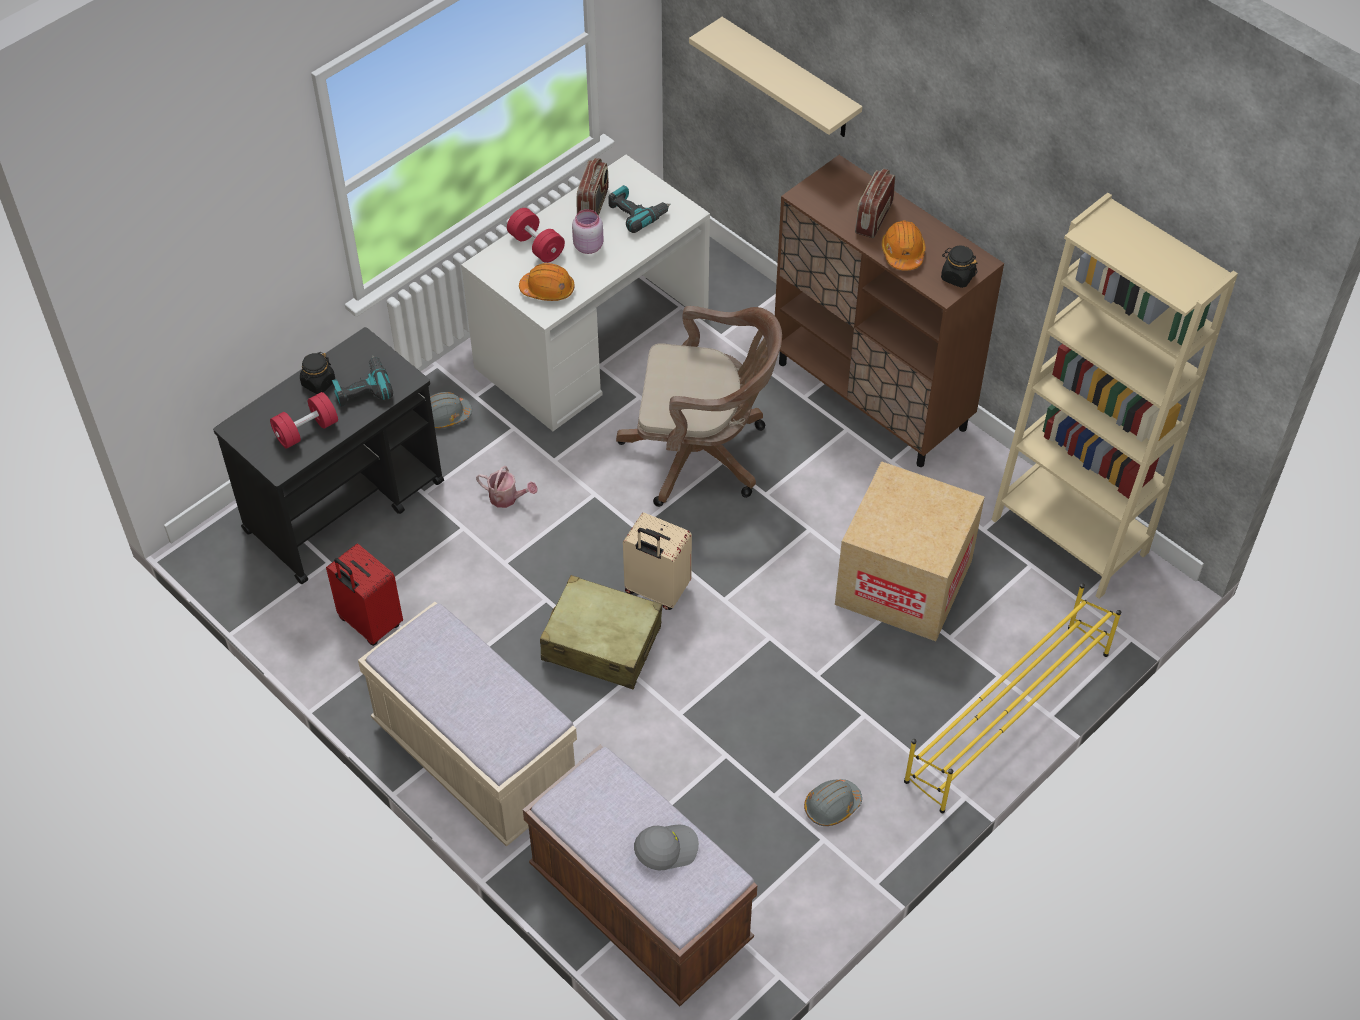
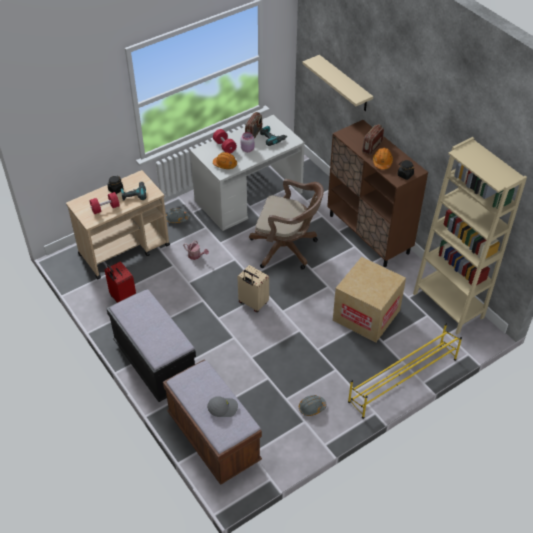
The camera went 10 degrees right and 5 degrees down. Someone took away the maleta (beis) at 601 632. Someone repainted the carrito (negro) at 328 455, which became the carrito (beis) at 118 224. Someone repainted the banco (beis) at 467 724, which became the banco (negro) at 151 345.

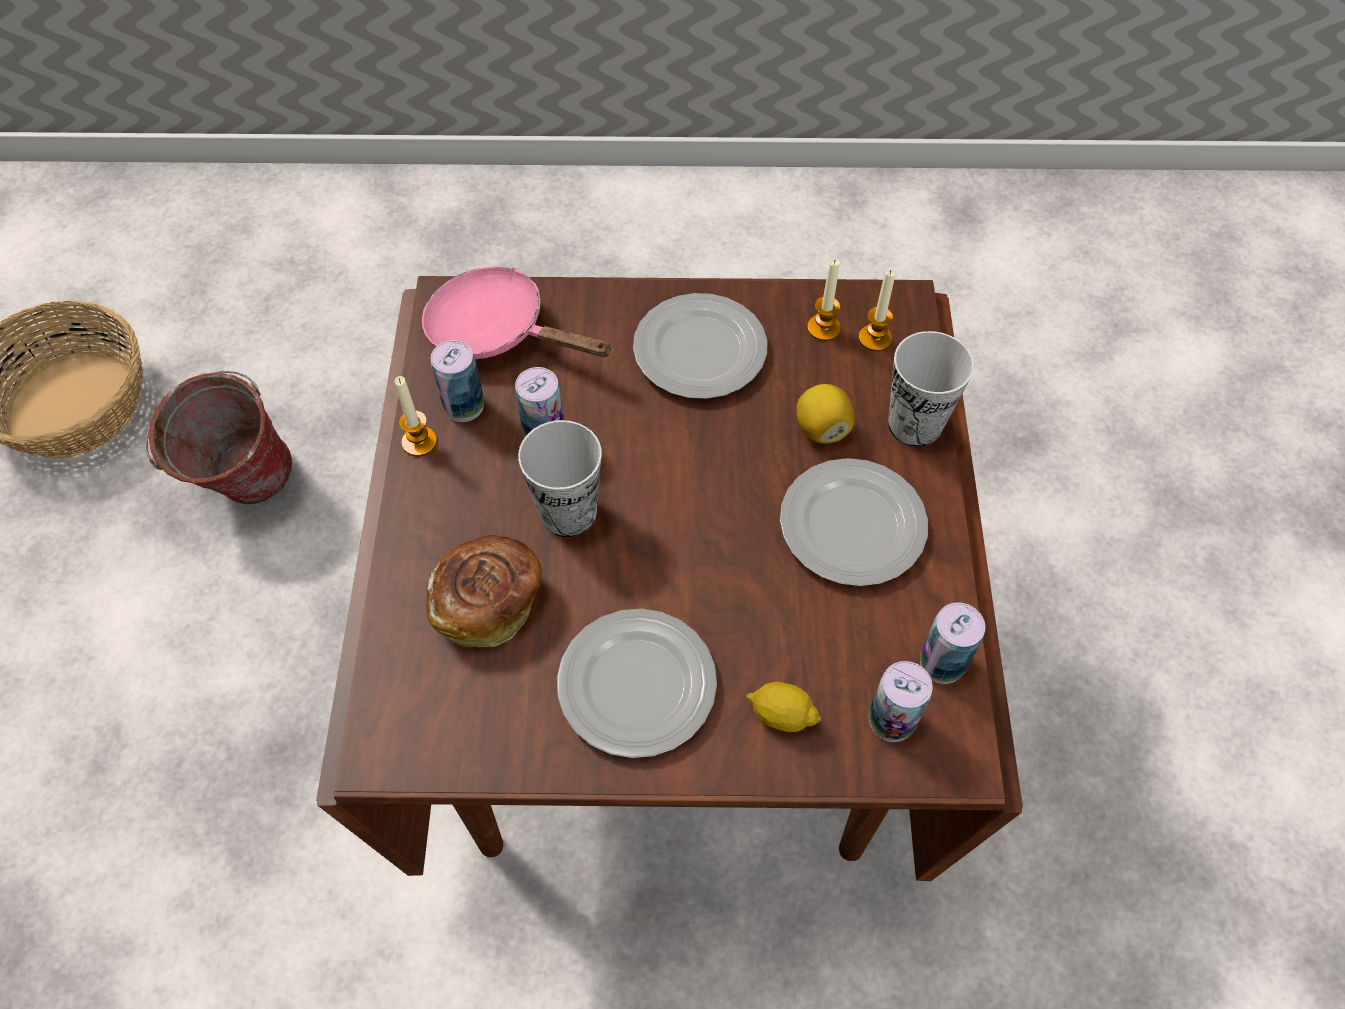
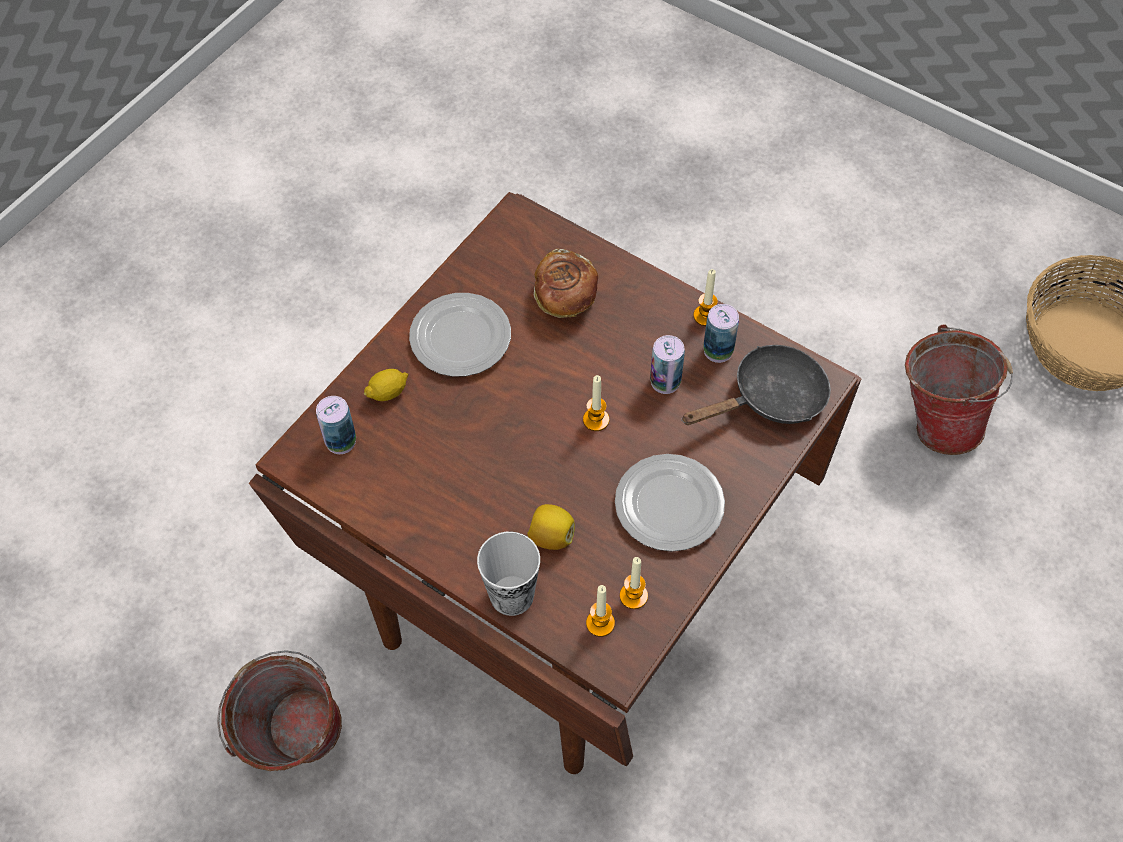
The camera went 125 degrees right and 0 degrees up. Someone took away the taza at 560 478. Someone took away the plato at 854 522. Someone took away the lata at 952 643. Someone put down the cubo at 279 710. Someone put down the vela at 596 403. Someone repainted the sartén (rosa) at 517 313, which became the sartén (negro) at 756 385.

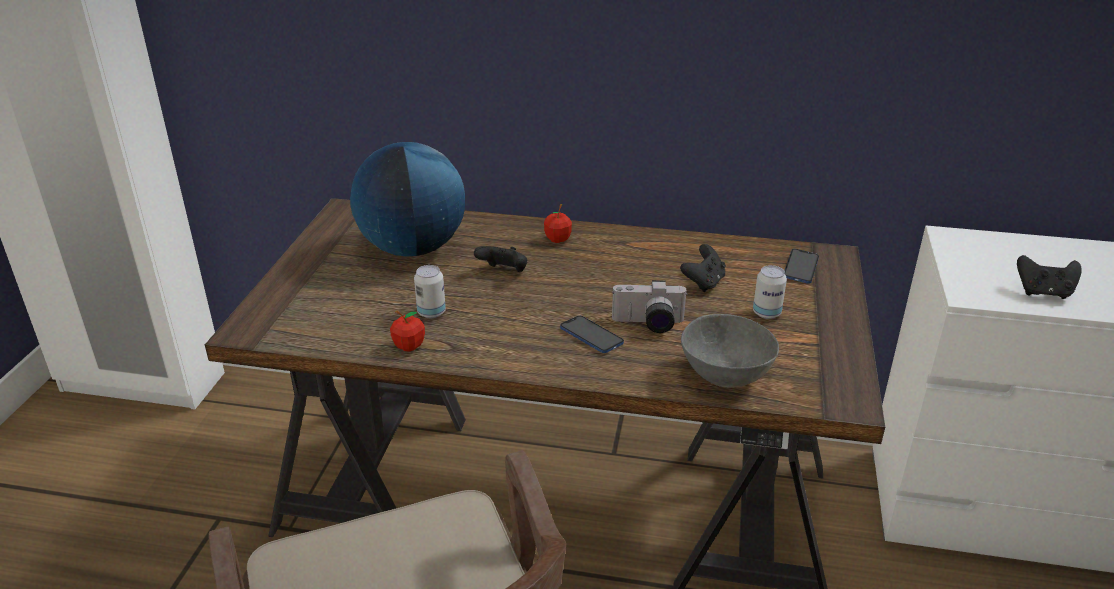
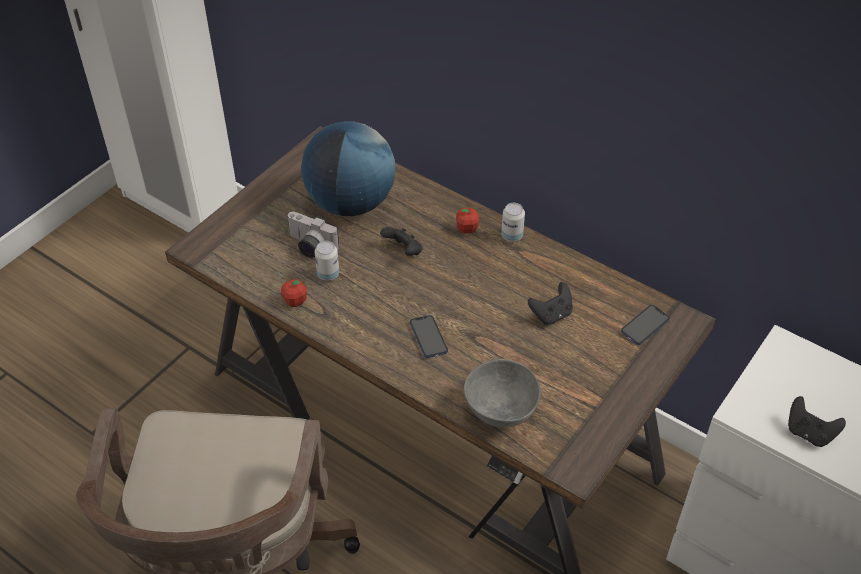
The camera went 25 degrees right and 15 degrees up. Someone carried the cámara from 650 306 to 313 235. Someone carried the lata from 770 292 to 513 222.

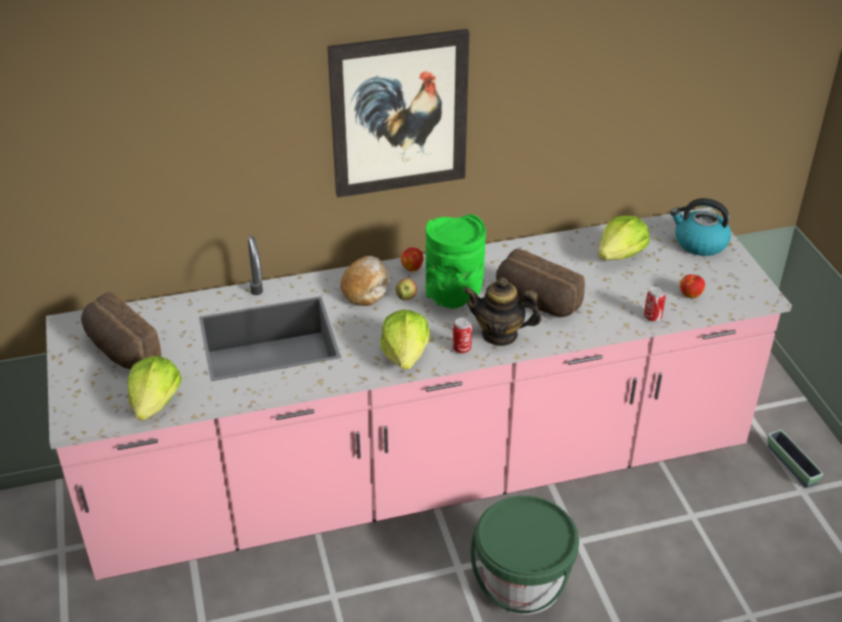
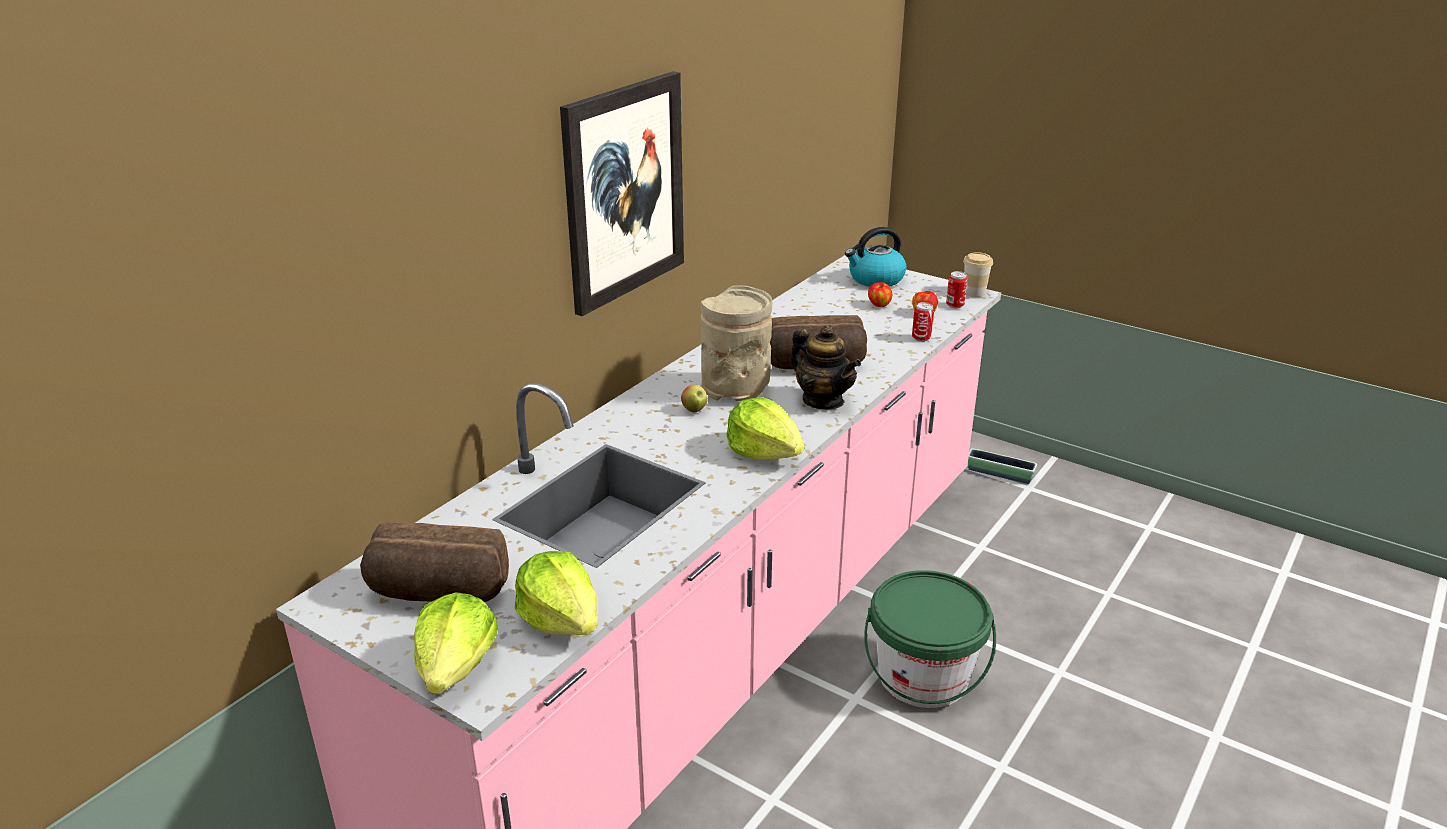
The camera went 40 degrees left and 10 degrees down. Someone took away the pan at 364 281. Someone put down the taza at 978 274. Someone carried the manzana from 412 259 to 880 294. Someone carried the lata from 462 335 to 956 290. Someone carried the lechuga from 623 237 to 456 643. Someone repainted the florero (verde) at 456 261, which became the florero (beis) at 736 343. Someone rotated the tetera at 502 311 by 105 degrees counterclockwise.

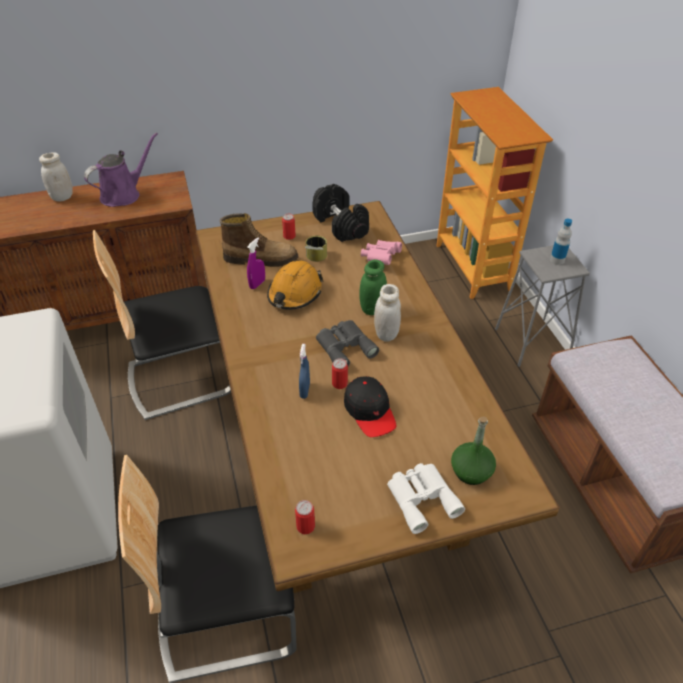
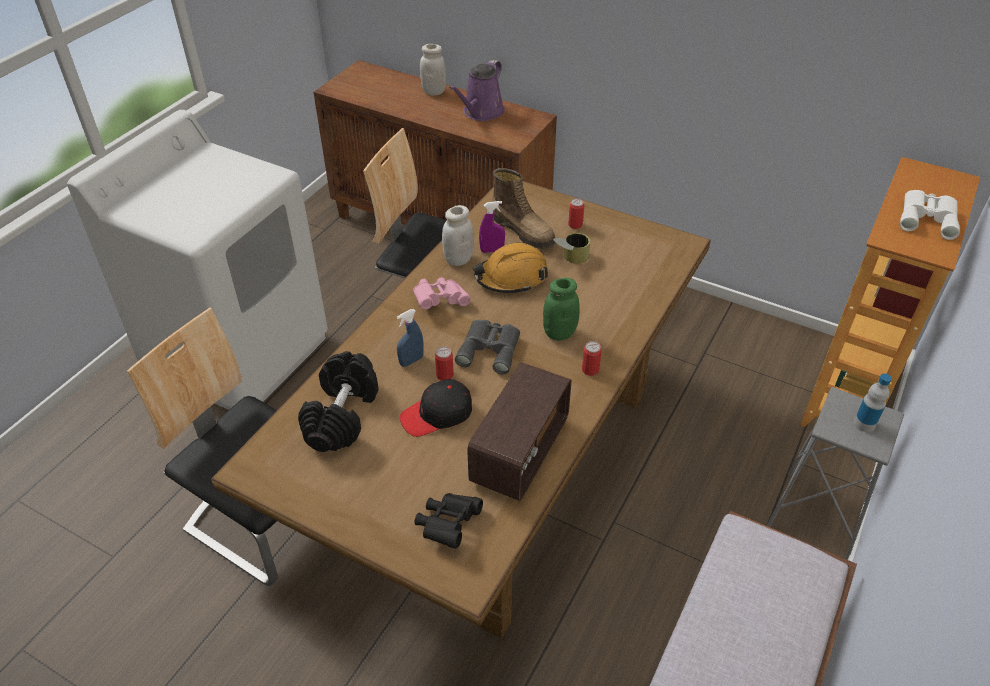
The camera went 45 degrees right and 0 degrees up. Someone put down the radio at 519 431. Someone carried the lata from 305 517 to 592 358. Someone carried the mancuerna (negro) from 340 213 to 338 401. Someone carried the prismáticos (rosa) from 381 252 to 442 293. Someone carried the tarro (blanco) from 387 313 to 458 235. Someone carried the prismáticos (blanco) from 426 498 to 930 215. Someone swapped the botella (verde) at 473 450 for the prismáticos (negro) at 449 521. Someone rotated the regadera (morado) at 121 169 by 120 degrees clockwise. Someone rotated the gorra (negro) at 370 406 by 45 degrees clockwise.

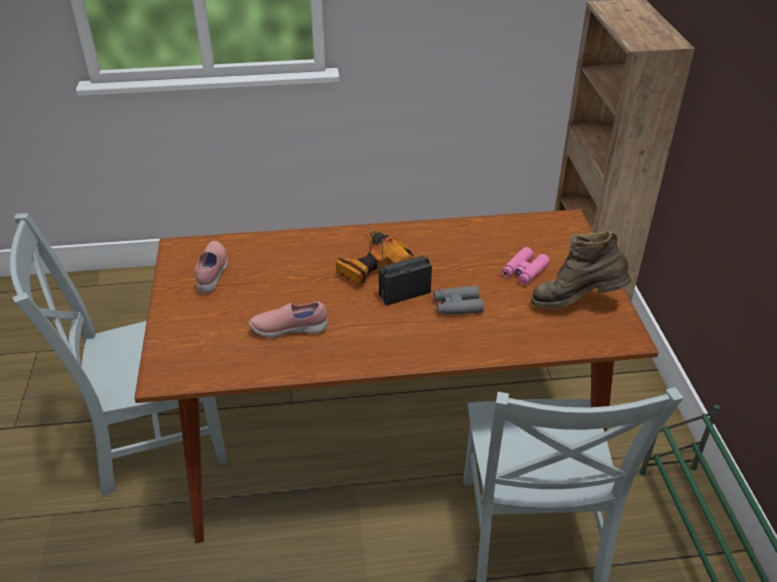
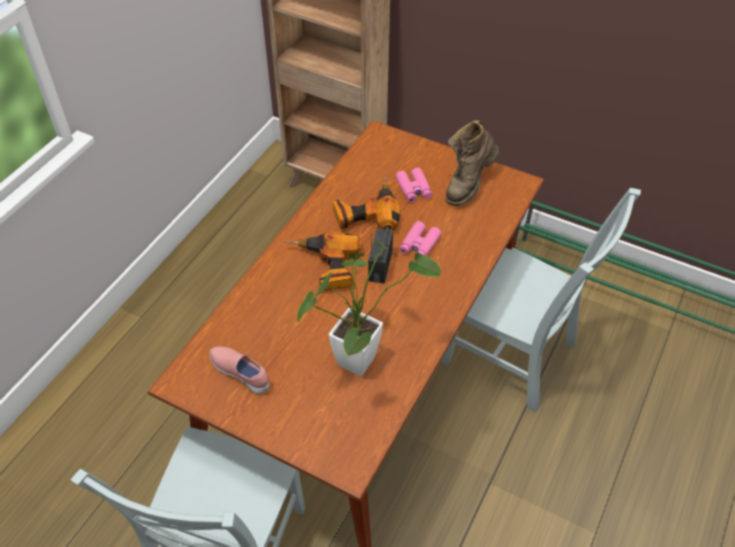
The camera went 55 degrees left and 10 degrees up. Someone put down the taladro at 366 204. Someone swapped the zapato (rosa) at 288 319 for the planta en maceta at 368 308. Someone repainted the prismáticos (gris) at 458 300, which became the prismáticos (rosa) at 420 238.

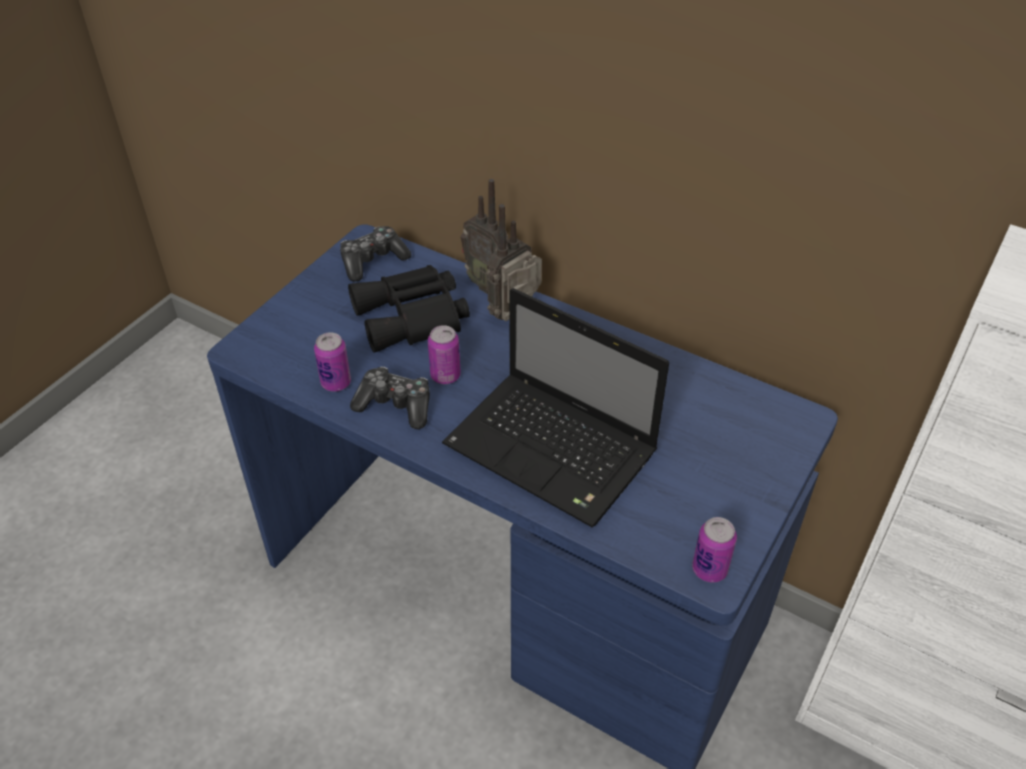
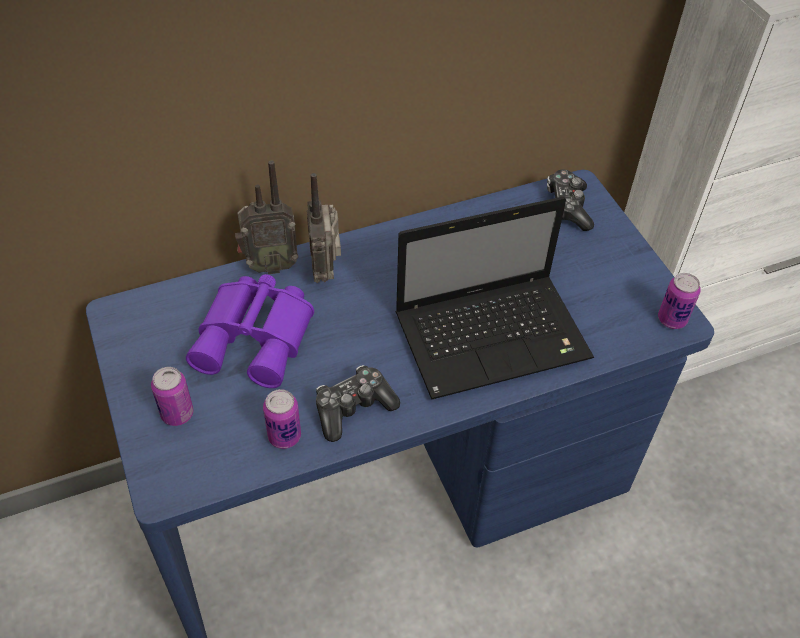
The camera went 55 degrees left and 5 degrees up. Someone carried the mando de consola from 375 254 to 570 200. Someone carried the lata from 444 354 to 172 396. Someone repainted the prismáticos (negro) at 409 309, which became the prismáticos (morado) at 250 331.

